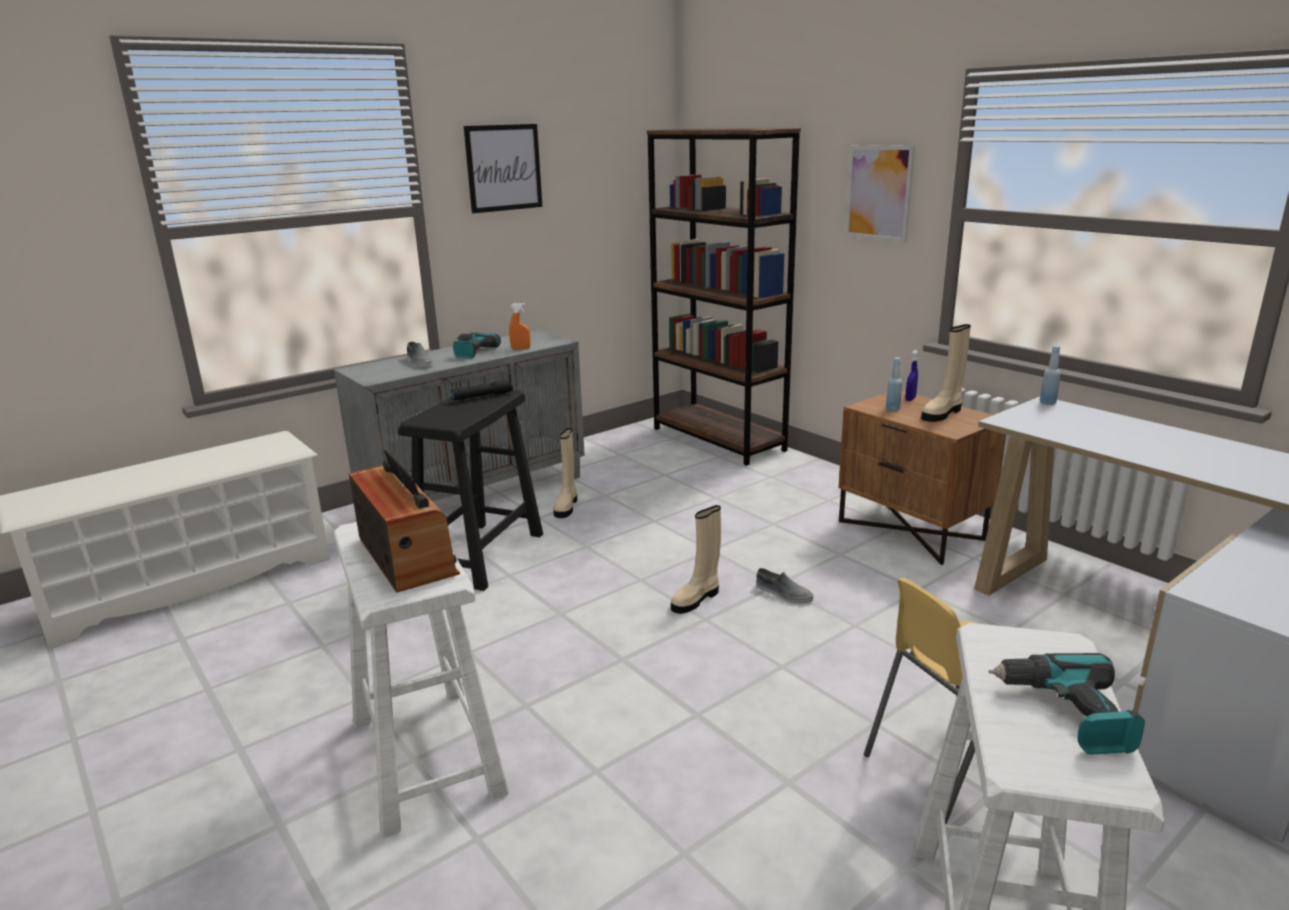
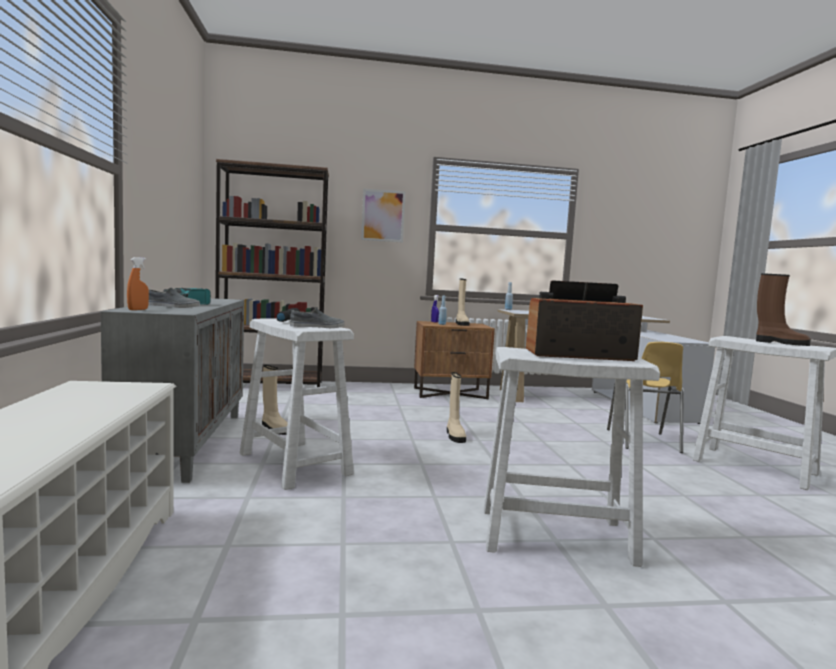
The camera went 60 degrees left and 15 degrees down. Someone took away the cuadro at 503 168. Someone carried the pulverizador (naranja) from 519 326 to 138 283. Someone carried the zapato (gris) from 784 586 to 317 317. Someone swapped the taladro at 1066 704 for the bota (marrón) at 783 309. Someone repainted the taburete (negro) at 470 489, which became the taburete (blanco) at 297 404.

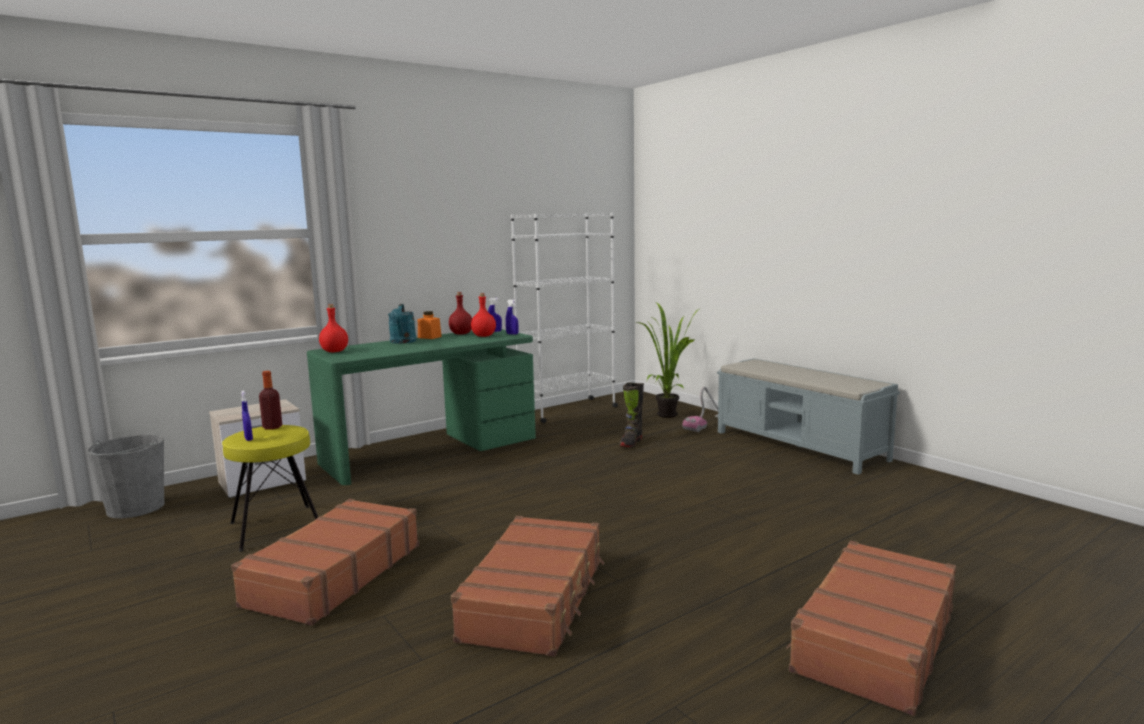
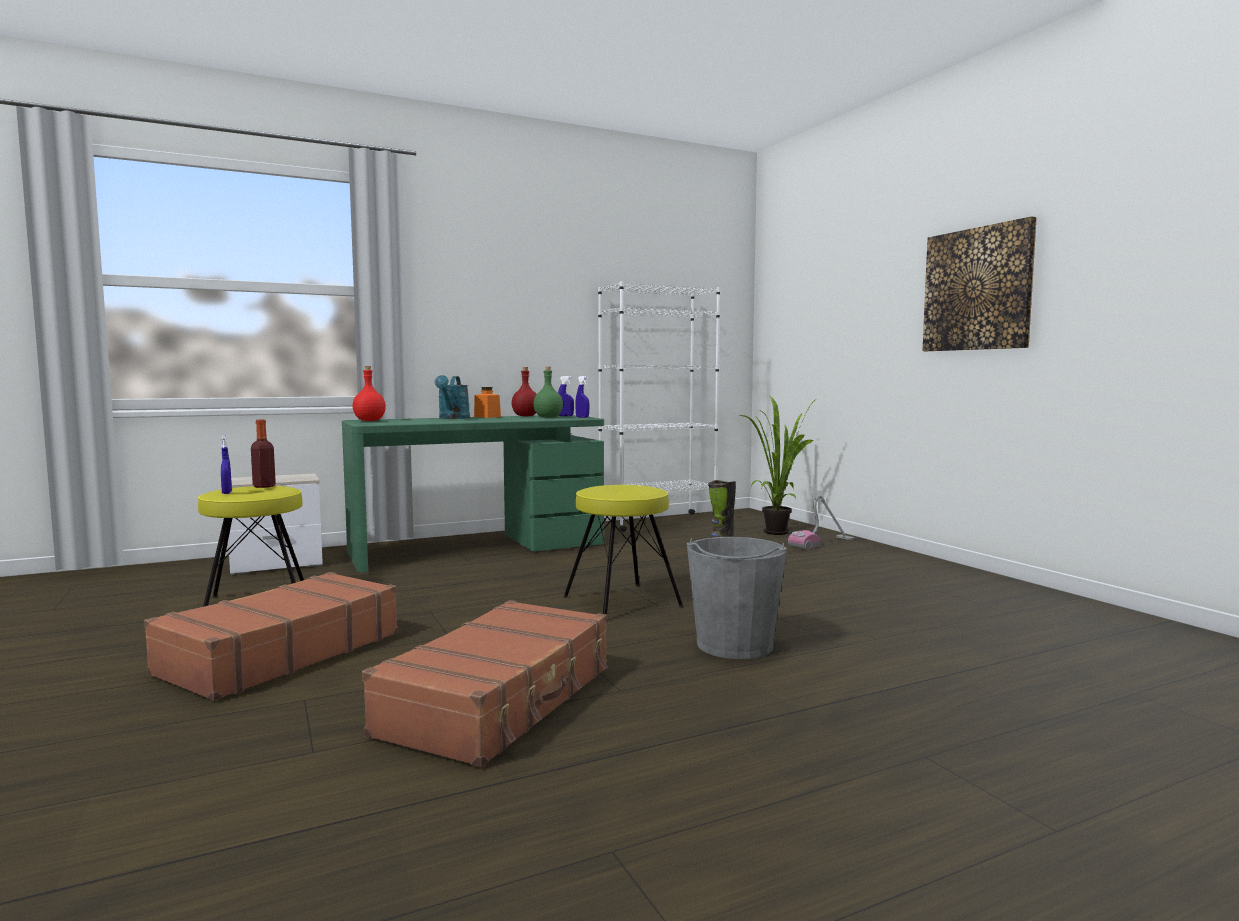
The camera went 10 degrees right and 5 degrees down. Someone took away the banco (gris) at 808 416. Someone took away the maleta (marrón) at 871 628. Someone put down the taburete (amarillo) at 623 550. Someone put up the cuadro at 979 283. Someone carried the cubo (gris) from 126 476 to 737 598. Someone repainted the botella (rojo) at 483 315, which became the botella (verde) at 548 392.

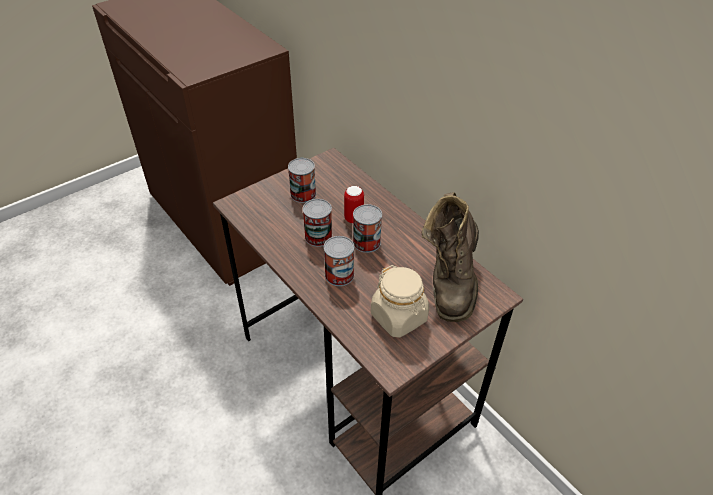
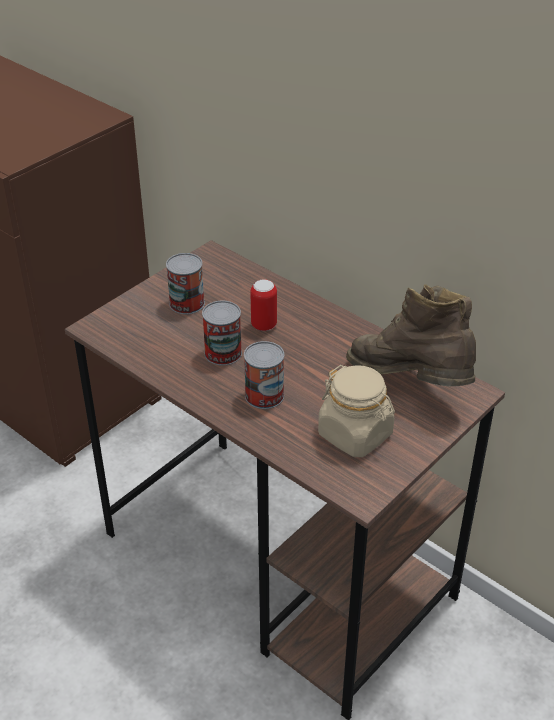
The camera went 10 degrees left and 5 degrees down. Someone took away the lata at 367 228. Someone rotated the bota (marrón) at 450 257 by 135 degrees clockwise.

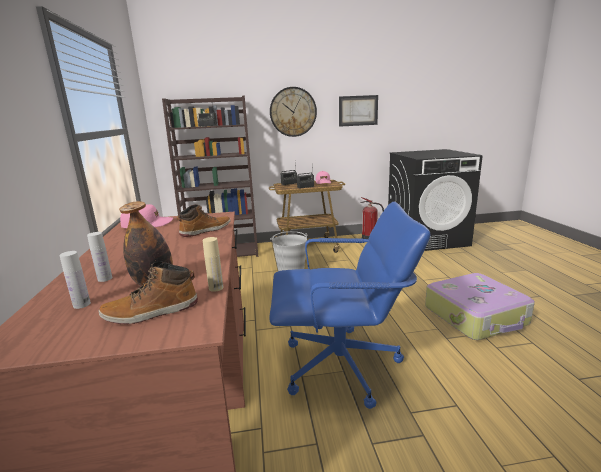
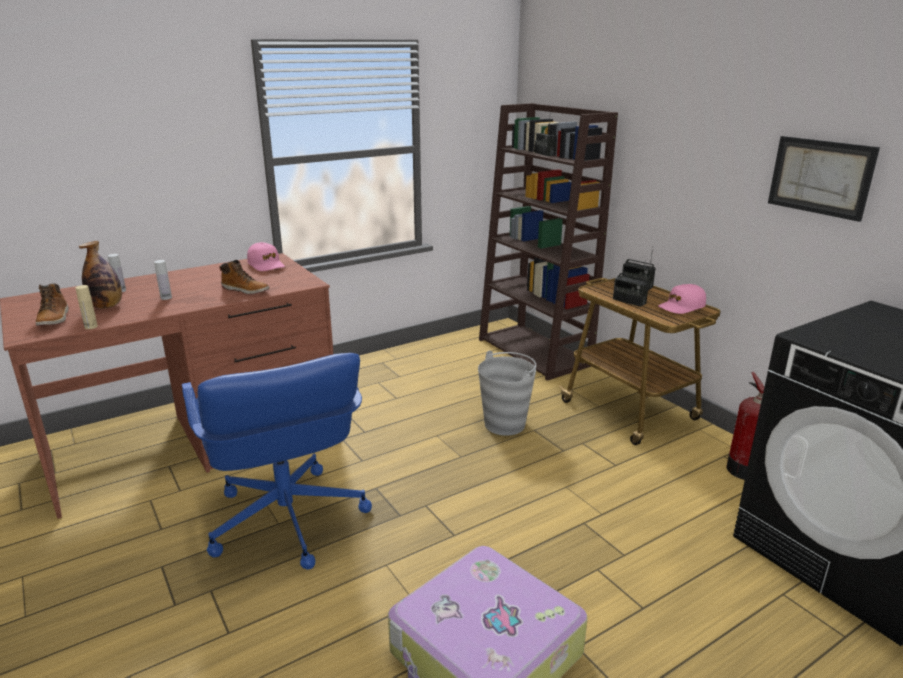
The camera went 65 degrees right and 5 degrees up. Someone took away the reloj de pared at 293 112. Someone carried the botella (blanco) from 75 280 to 163 280. Someone rotated the bota at 148 292 by 150 degrees counterclockwise.

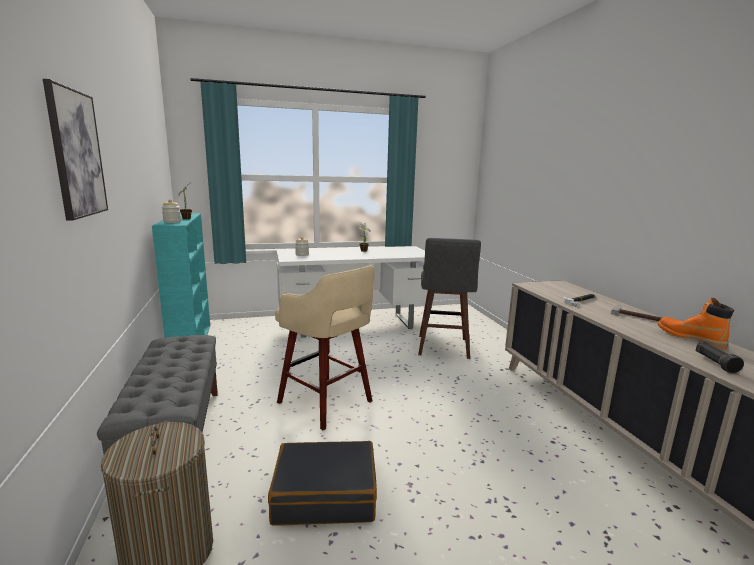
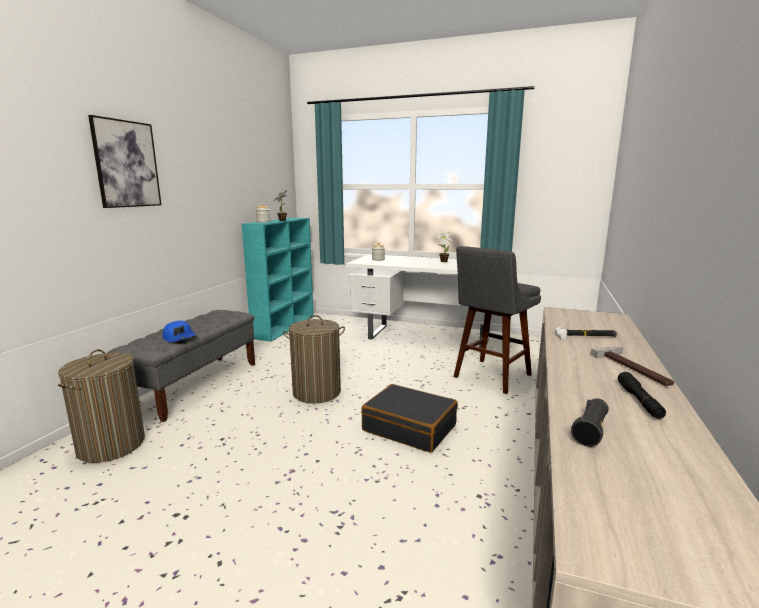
The camera went 35 degrees right and 0 degrees up. Someone put down the gorra (azul) at 179 331. Someone carried the maleta (negro) from 322 483 to 409 418. Someone swapped the taburete (beis) at 324 347 for the cesto de la ropa at 314 359. Someone swapped the bota (naranja) at 696 324 for the linterna (negro) at 642 395.

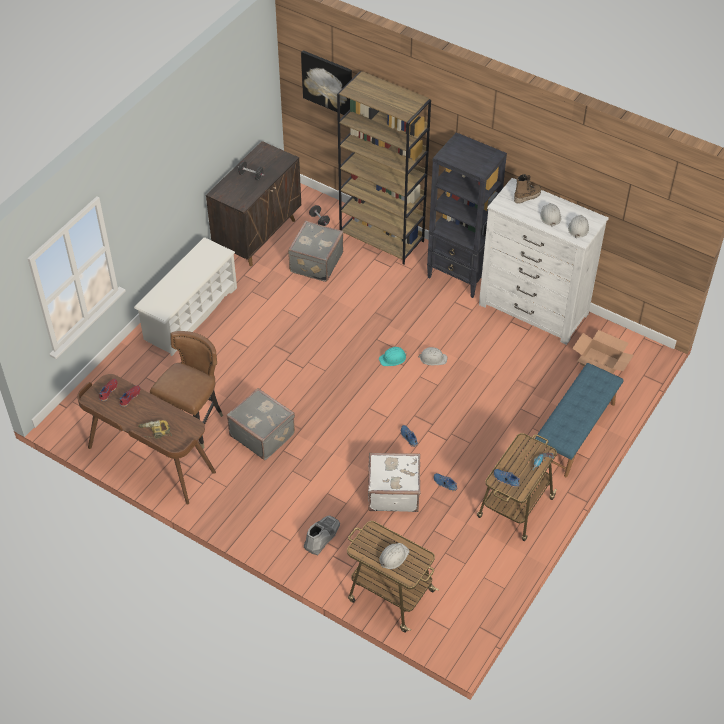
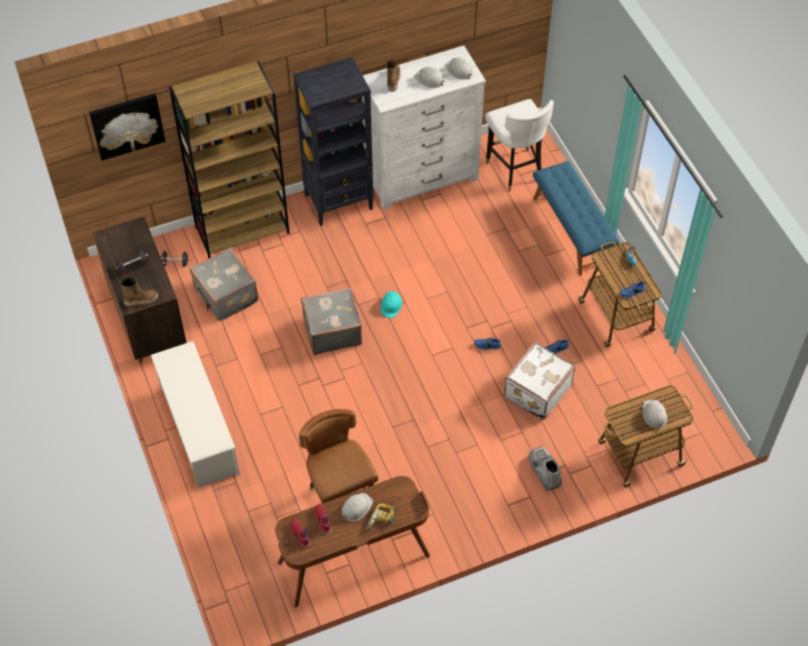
The camera went 55 degrees left and 5 degrees up. Someone put down the bota at 138 291. Someone carried the maleta (gris) from 261 424 to 331 321. Someone carried the casco (blanco) from 432 356 to 357 507. Someone swapped the caja de cartón at 602 352 for the silla (blanco) at 519 145.

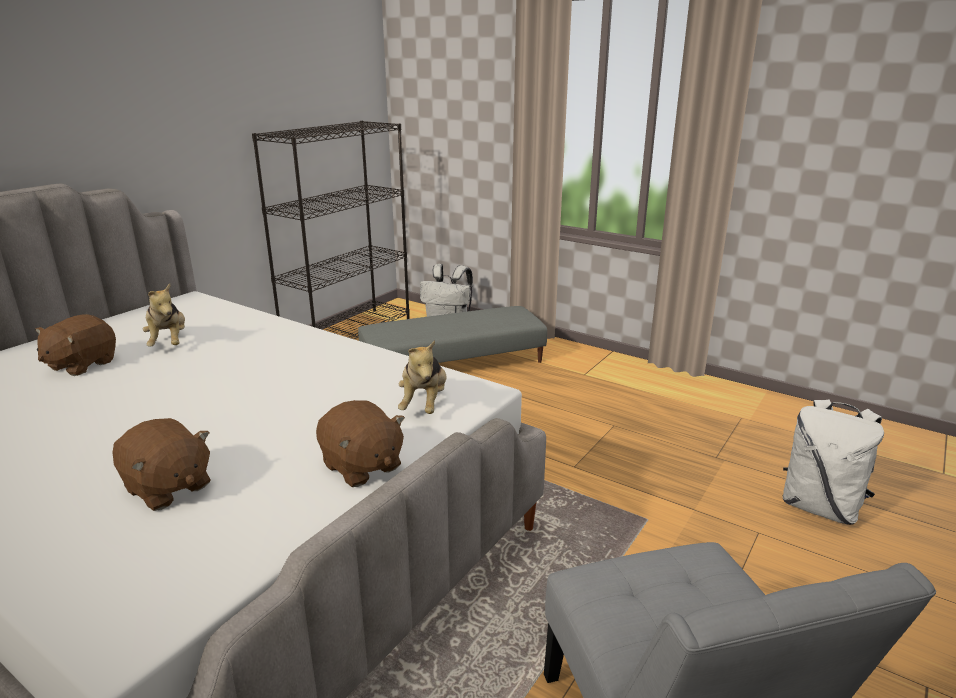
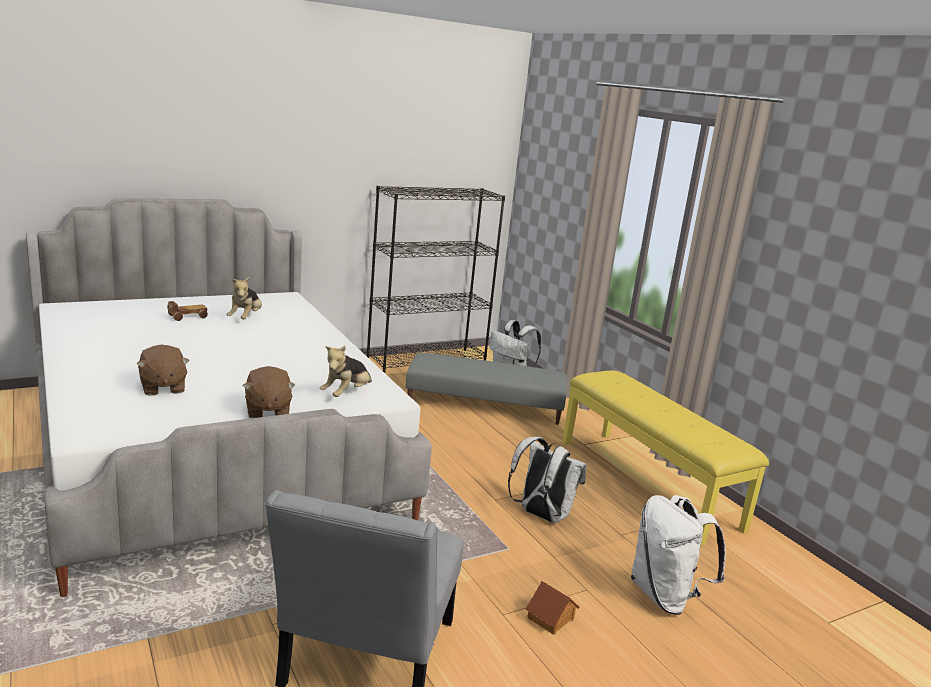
The camera went 25 degrees right and 5 degrees down. Someone put down the mochila (blanco) at 547 480. Someone put down the casita at 552 608. Someone put down the banco (amarillo) at 665 458. Someone swapped the peluche (marrón) at 75 345 for the coche de juguete at 187 311.

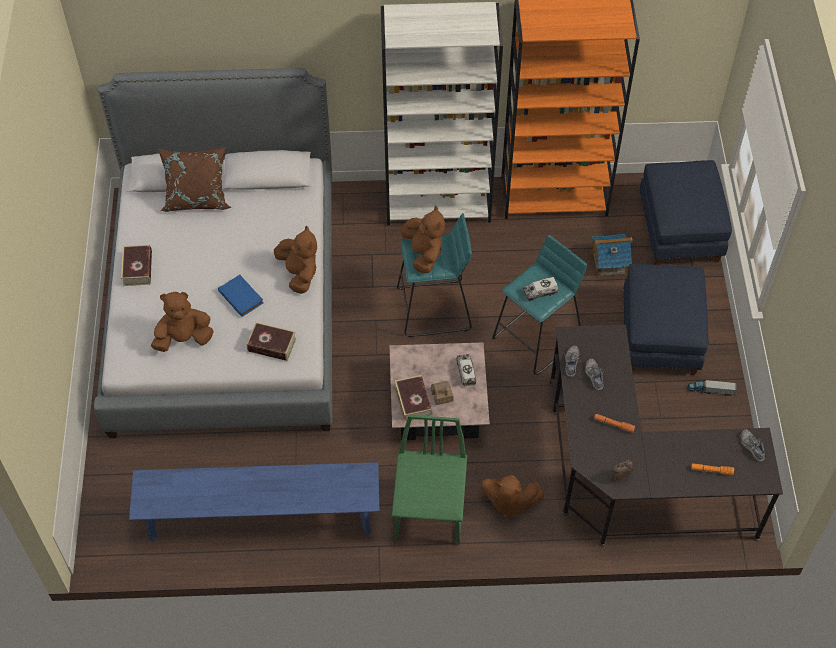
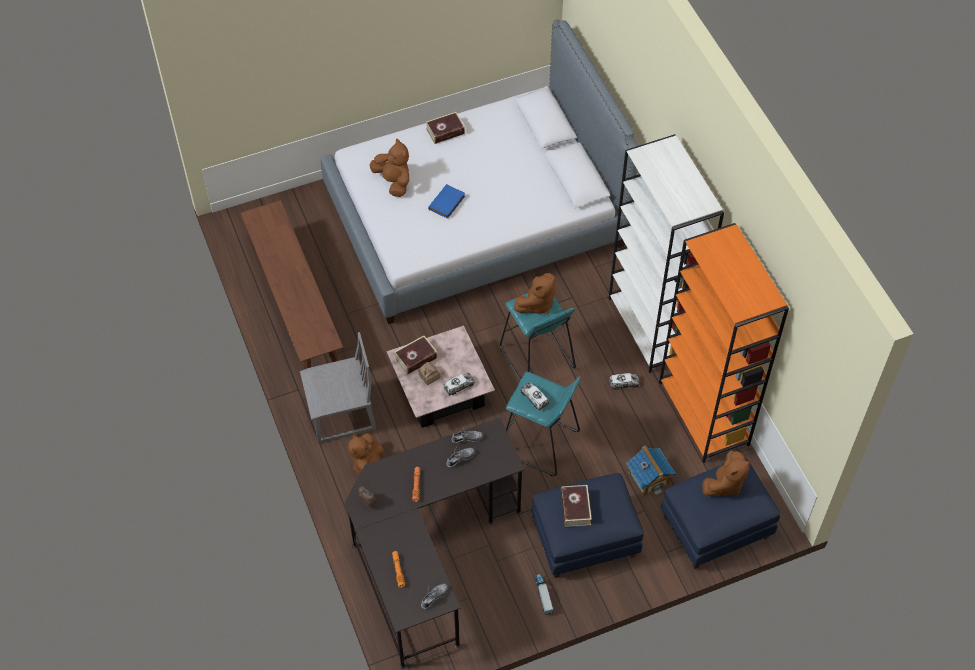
The camera went 70 degrees right and 0 degrees up. Someone took away the cojín (marrón) at 195 179. Someone put down the camión de juguete at 624 381. Someone carried the libro from 272 341 to 576 506. Someone carried the peluche (marrón) from 295 260 to 726 473. Someone repainted the banco (azul) at 254 502, which became the banco (marrón) at 292 284. Someone repainted the silla (verde) at 429 480, which became the silla (gris) at 338 387.

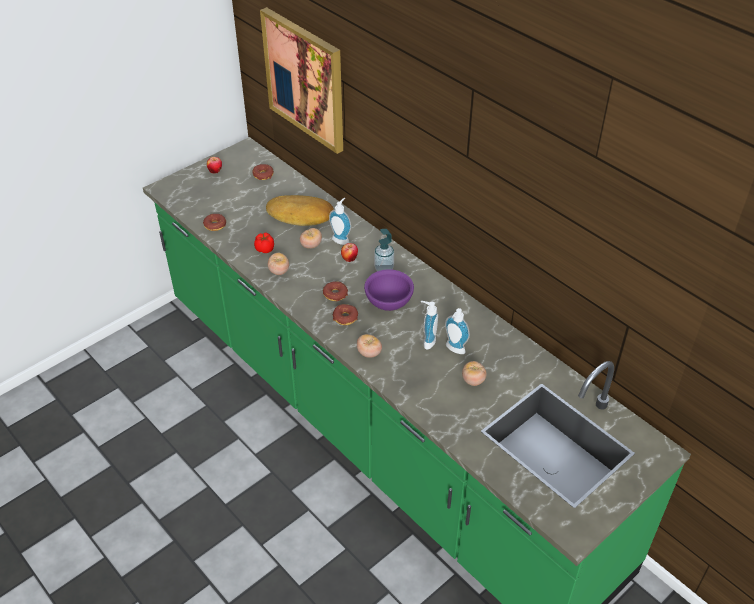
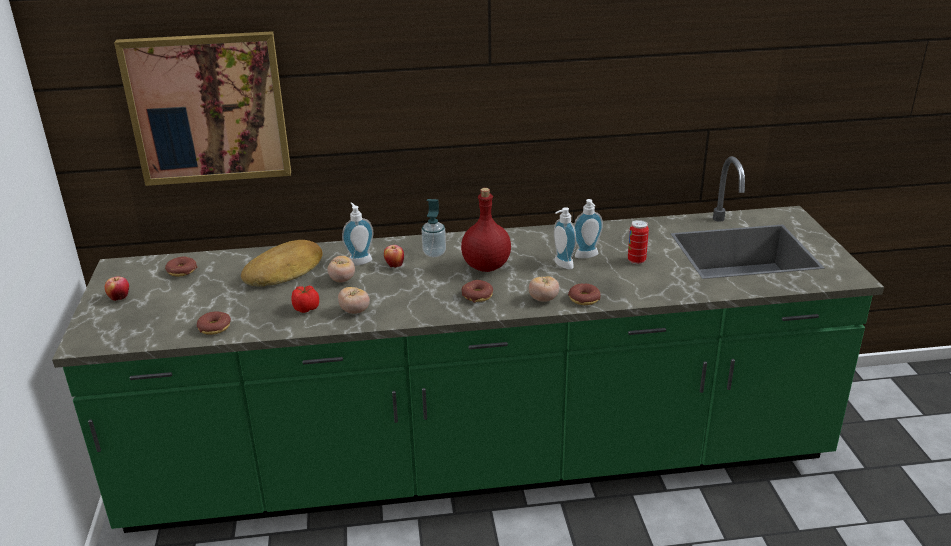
The camera went 55 degrees left and 15 degrees down. Someone carried the rosquilla from 335 291 to 584 294. Someone swapped the cuenco (morado) at 389 290 for the botella (rojo) at 486 230. Someone swapped the tomate at 474 373 for the lata at 638 242.

